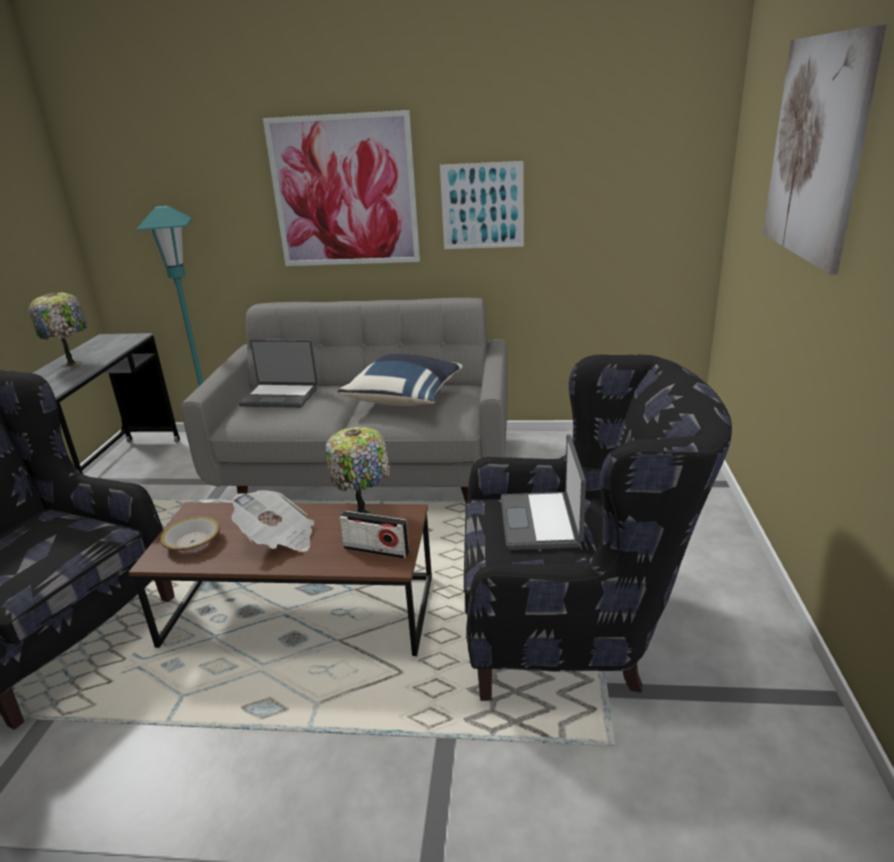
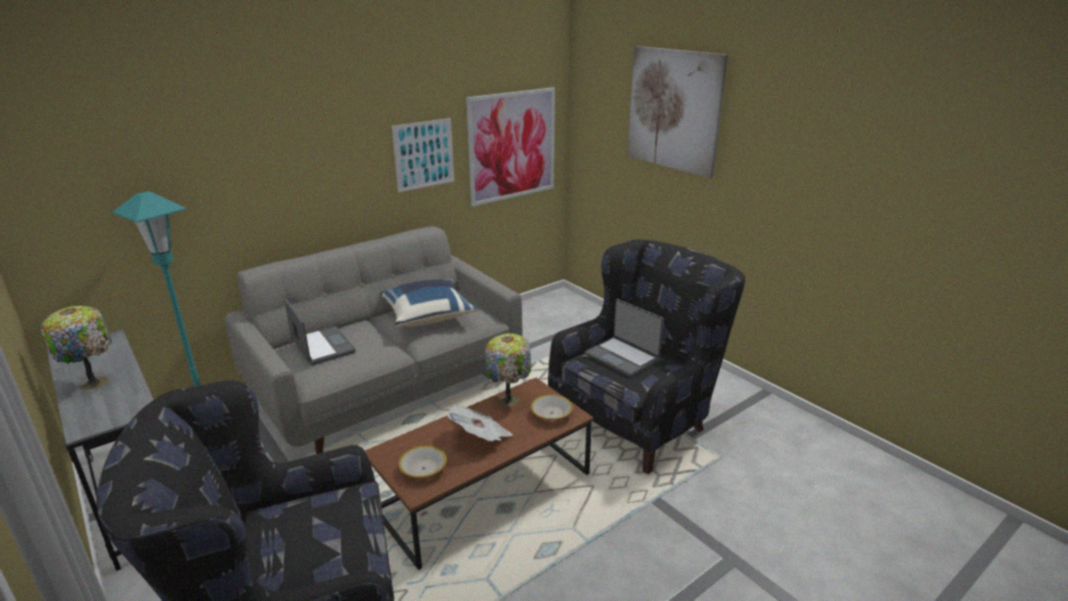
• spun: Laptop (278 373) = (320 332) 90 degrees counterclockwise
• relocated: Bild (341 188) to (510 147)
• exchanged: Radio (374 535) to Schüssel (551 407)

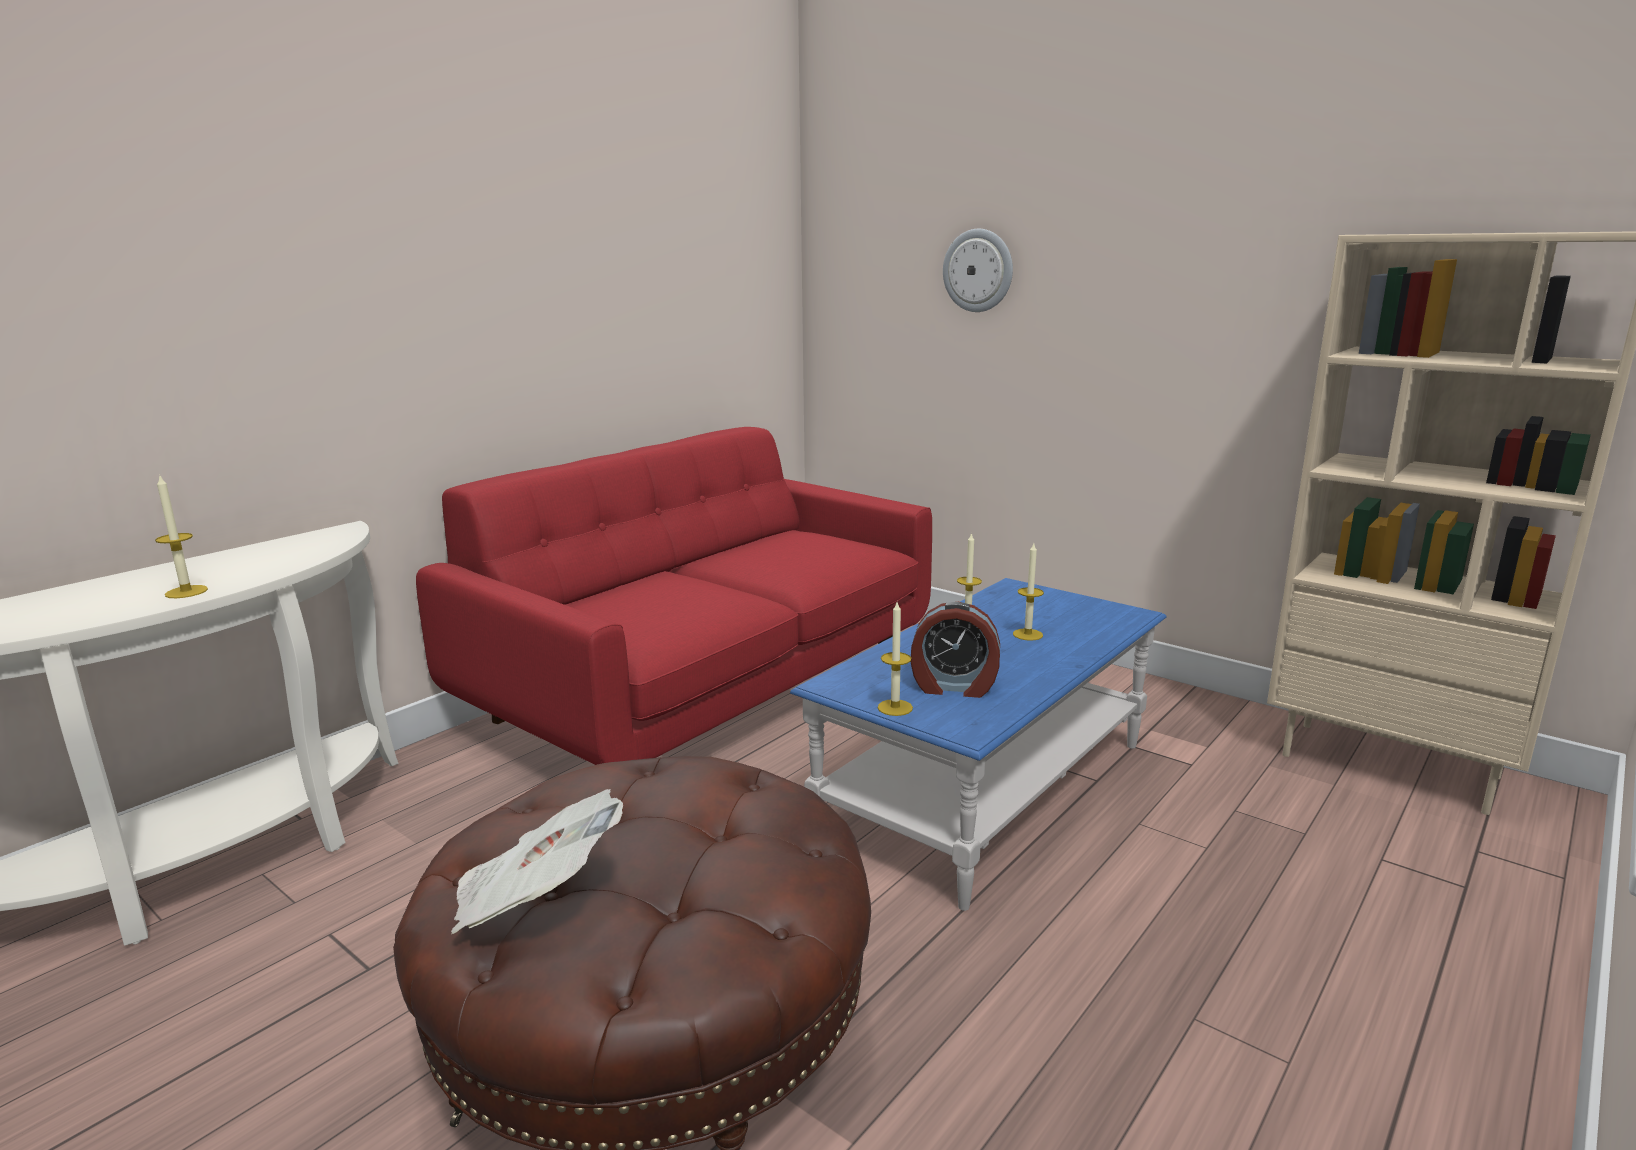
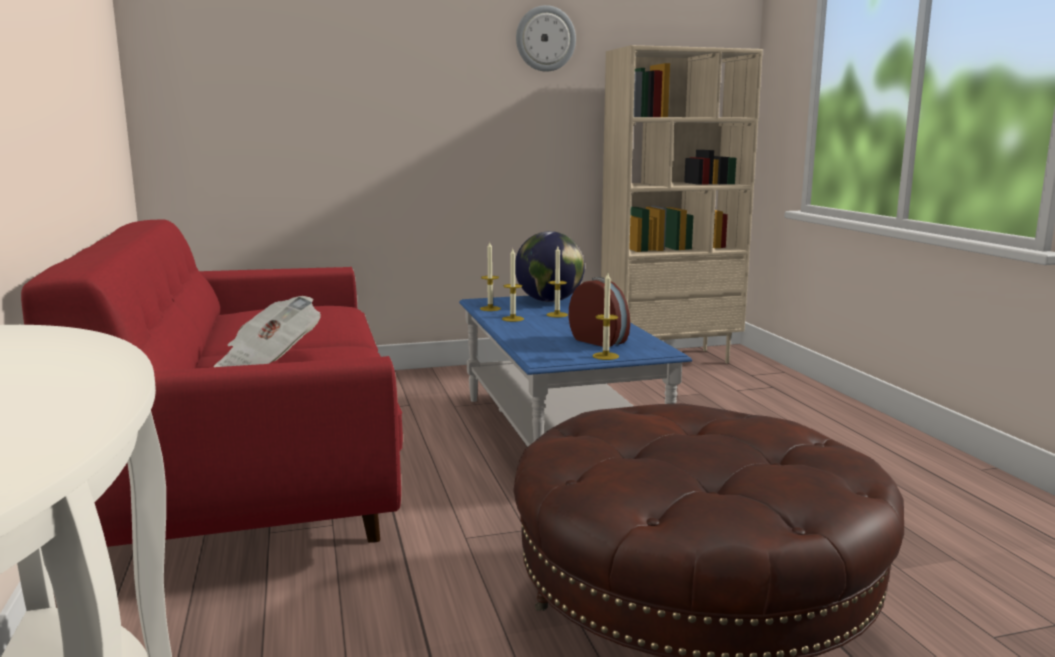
• relocated: Kerze (181 536) to (490 276)
• relocated: Zeitung (537 861) to (267 331)
• spun: Wecker (955 650) = (599 312) 90 degrees counterclockwise
• relocated: Wanduhr (978 270) to (546 38)
• appeared: Globus (550 266)

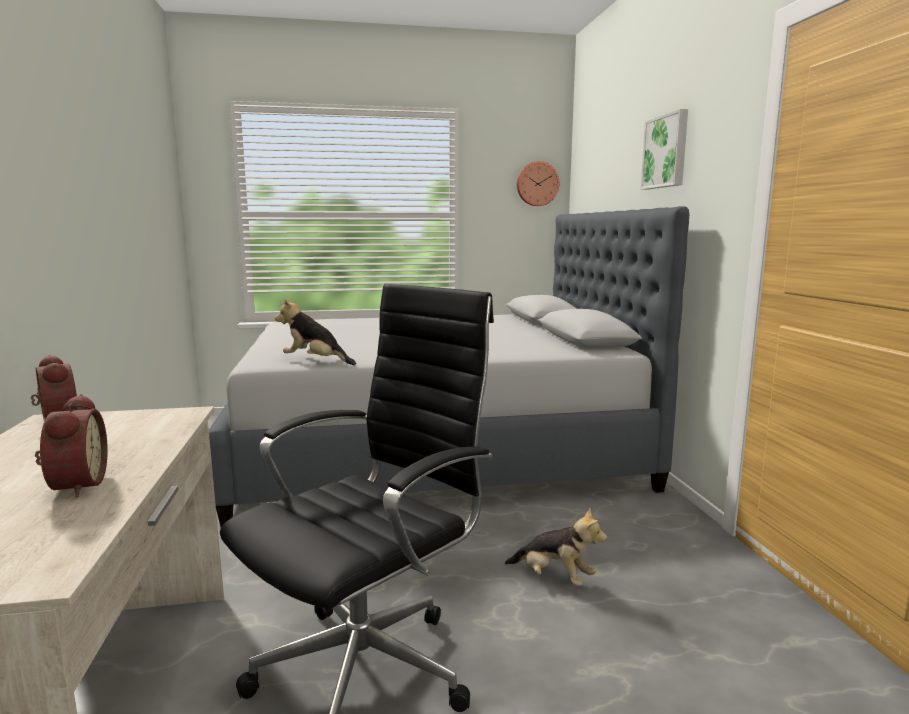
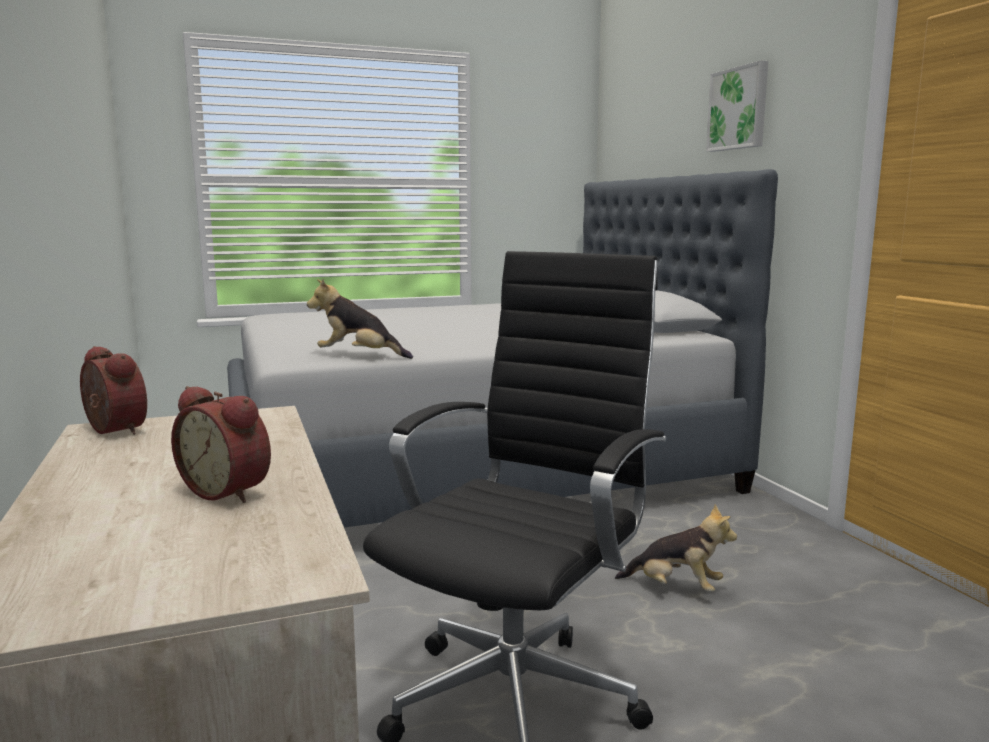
• spun: Wecker (71 445) = (221 444) 150 degrees clockwise
• missing: Wanduhr (538 183)

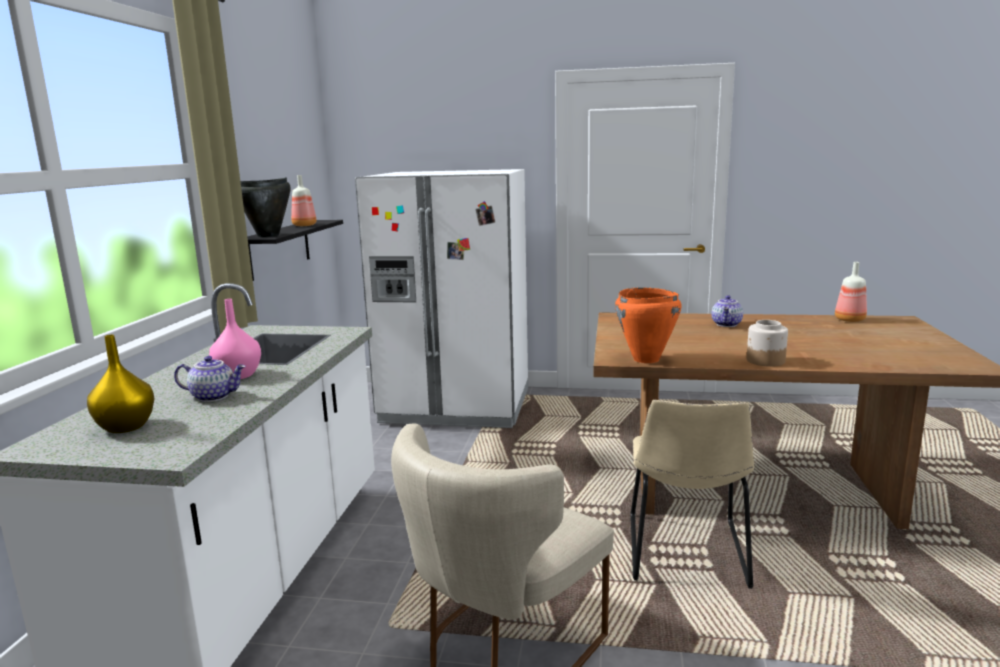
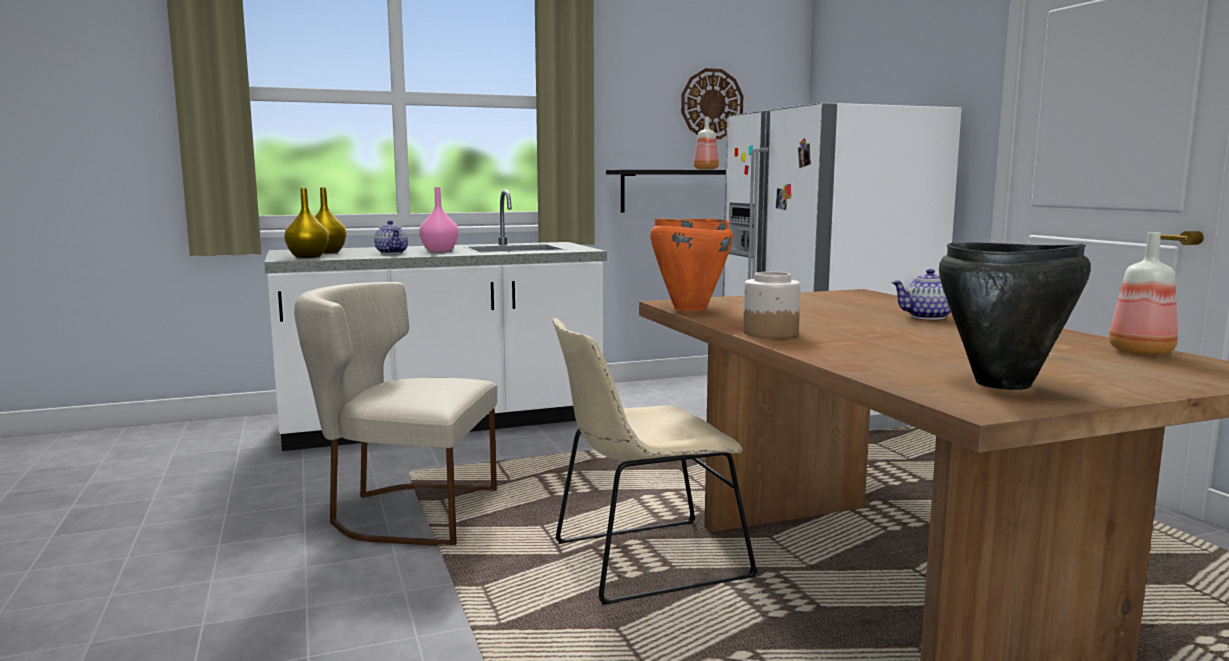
• relocated: Kochtopf [schwarz] (265 207) to (1015 316)
• appeared: Vase [gelb] (306 223)
• appeared: Wanduhr (712 103)

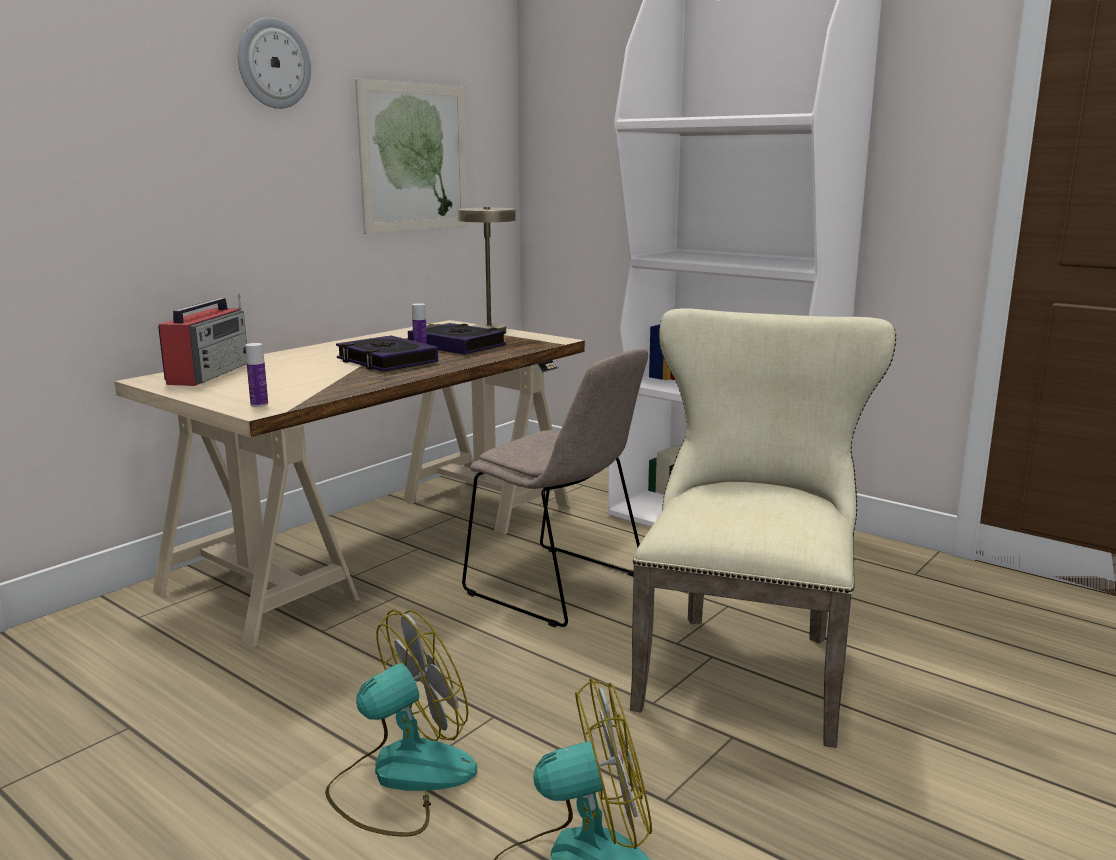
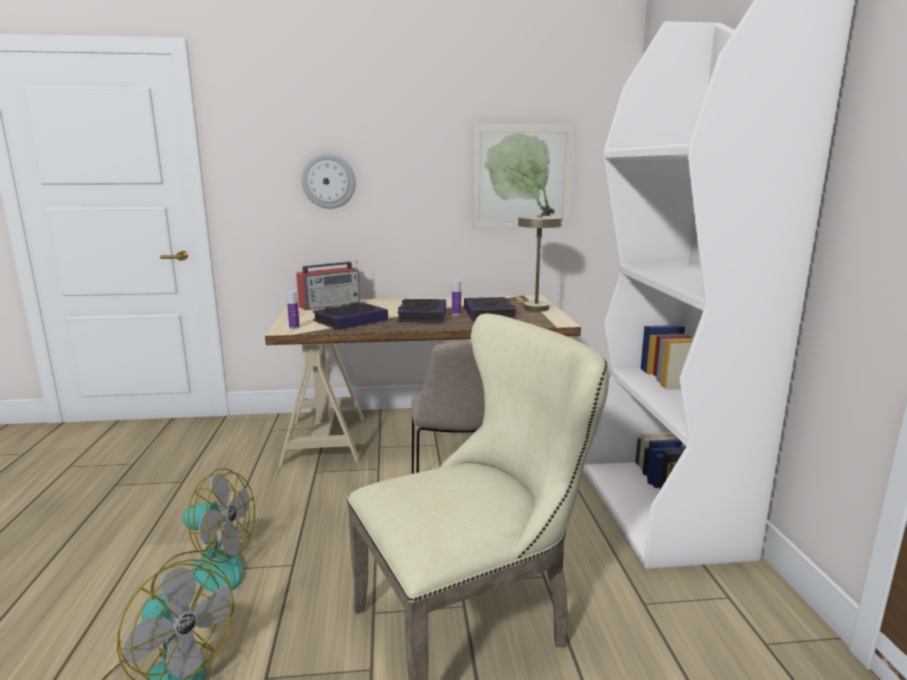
• relocated: Wanduhr (274 63) to (329 181)
• appeared: Buch (350 316)

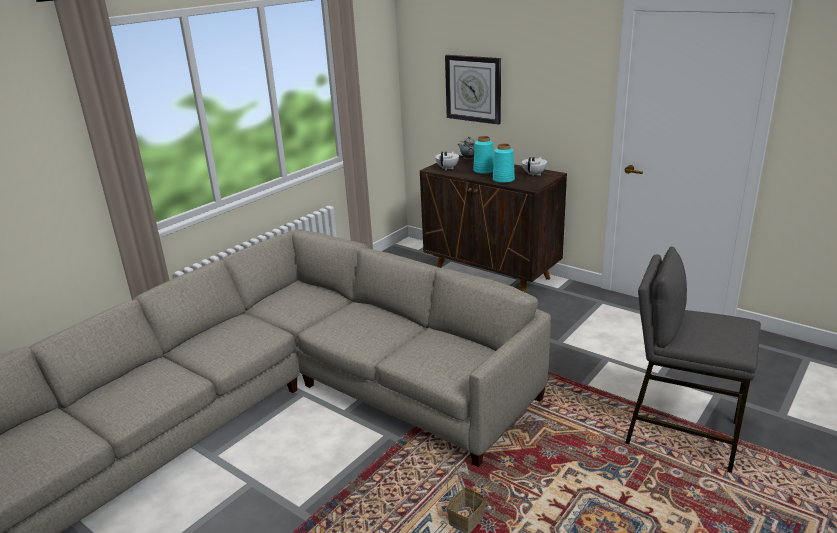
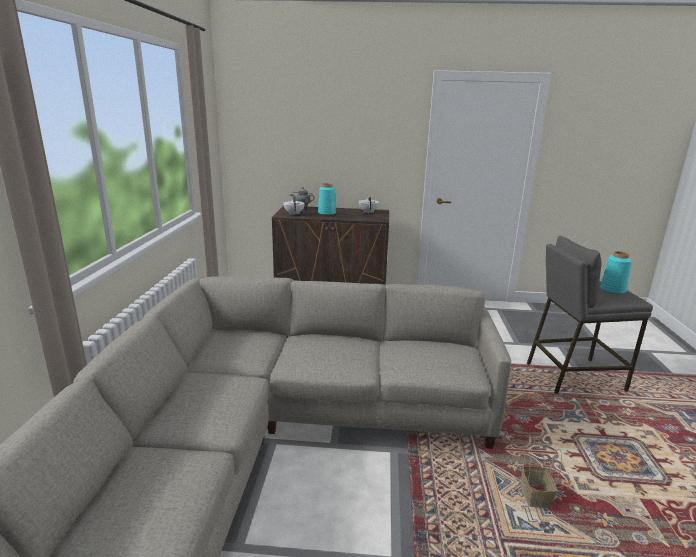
• missing: Wanduhr (473 90)
• relocated: Vase [türkis] (504 163) to (616 272)

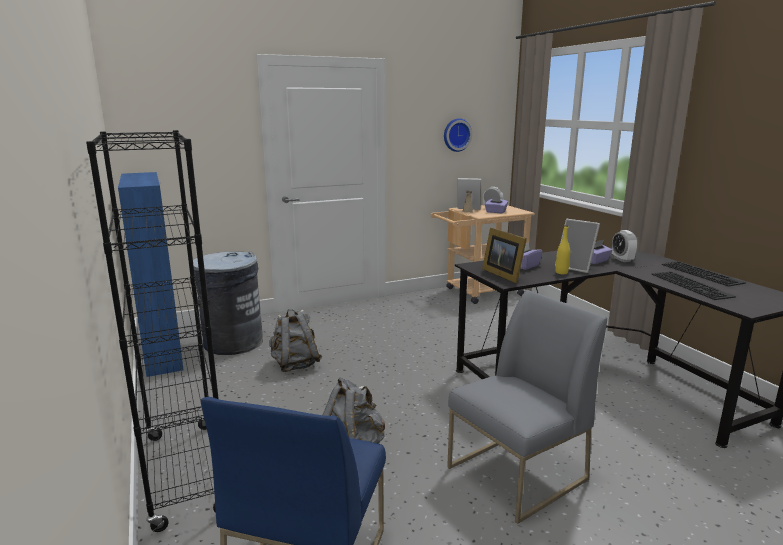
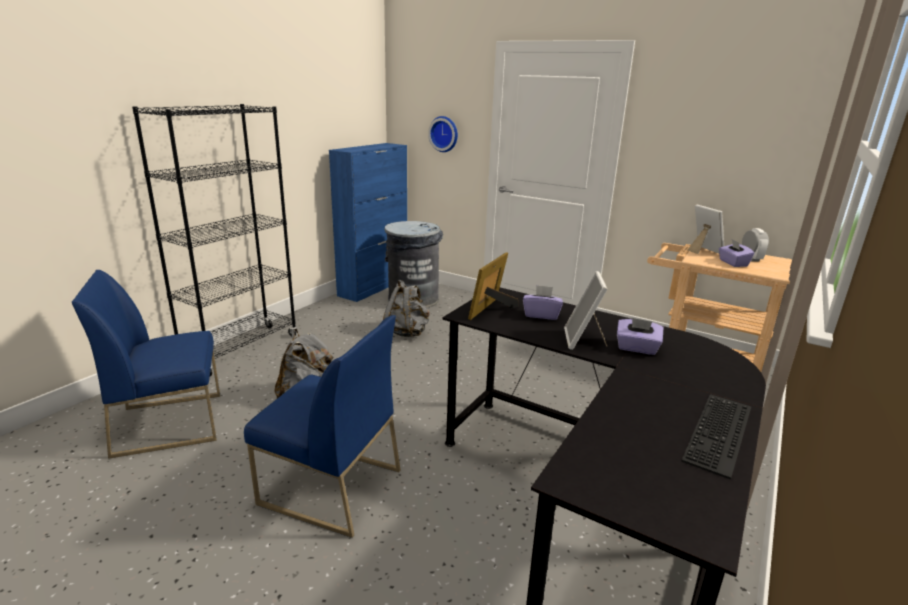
• relocated: Wanduhr (458 135) to (443 134)
• colour: Stuhl [grau] (527 407) to Stuhl [blau] (322 426)
• missing: Flasche [gelb] (563 249)
• missing: Wecker (625 246)
• missing: Tastatur (693 286)

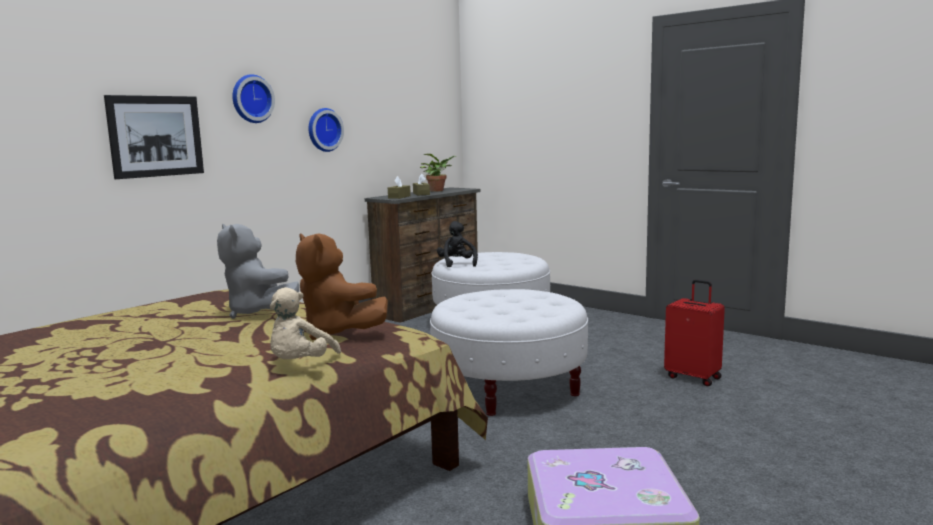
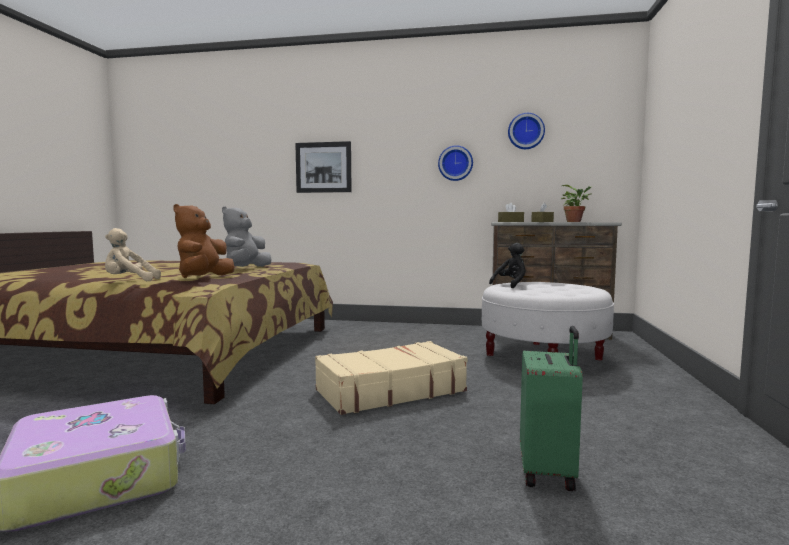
• relocated: Wanduhr (253 98) to (526 131)
• exchanged: Polsterhocker [weiß] (509 352) to Koffer [beige] (391 378)
• colour: Koffer [rot] (694 332) to Koffer [grün] (551 408)

